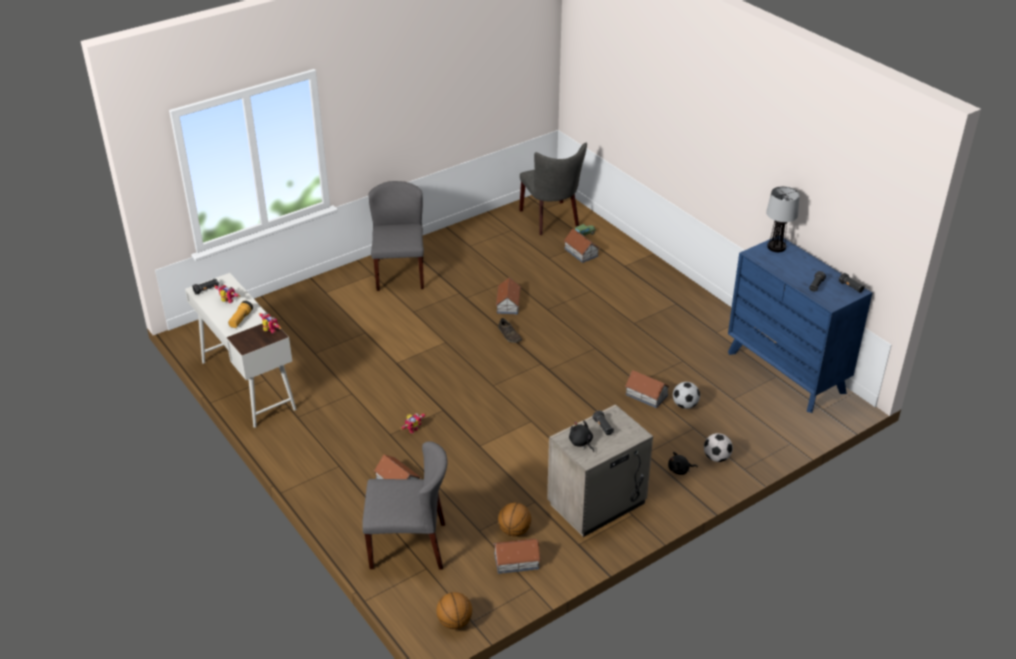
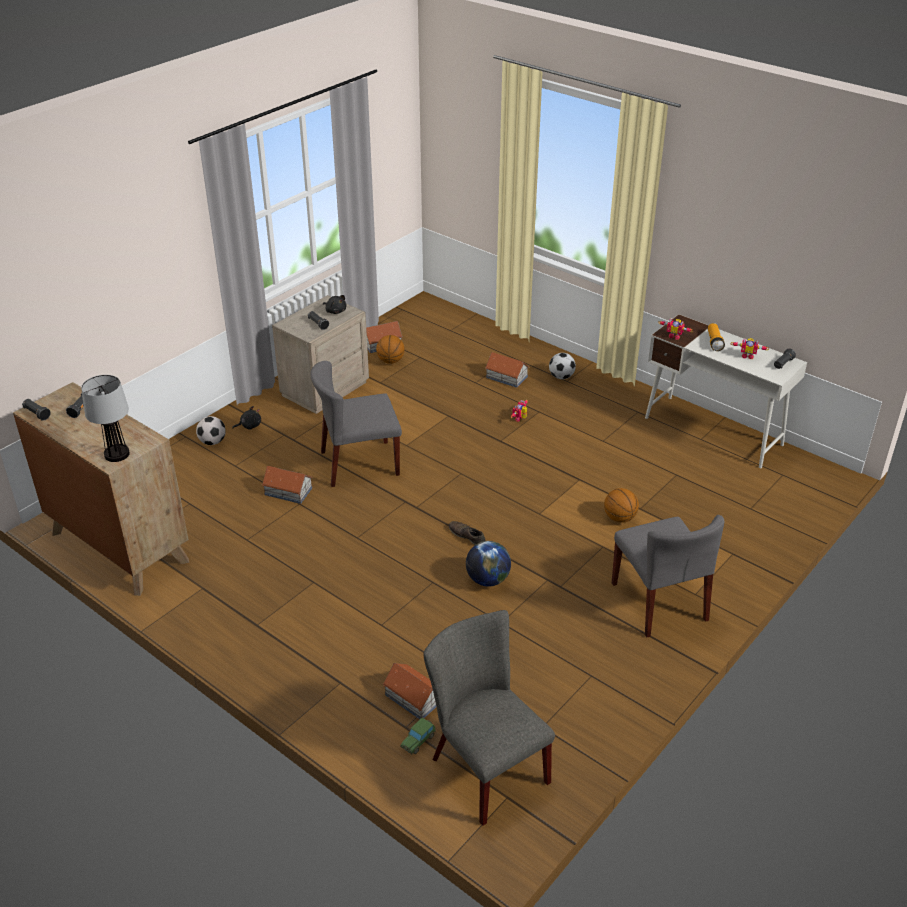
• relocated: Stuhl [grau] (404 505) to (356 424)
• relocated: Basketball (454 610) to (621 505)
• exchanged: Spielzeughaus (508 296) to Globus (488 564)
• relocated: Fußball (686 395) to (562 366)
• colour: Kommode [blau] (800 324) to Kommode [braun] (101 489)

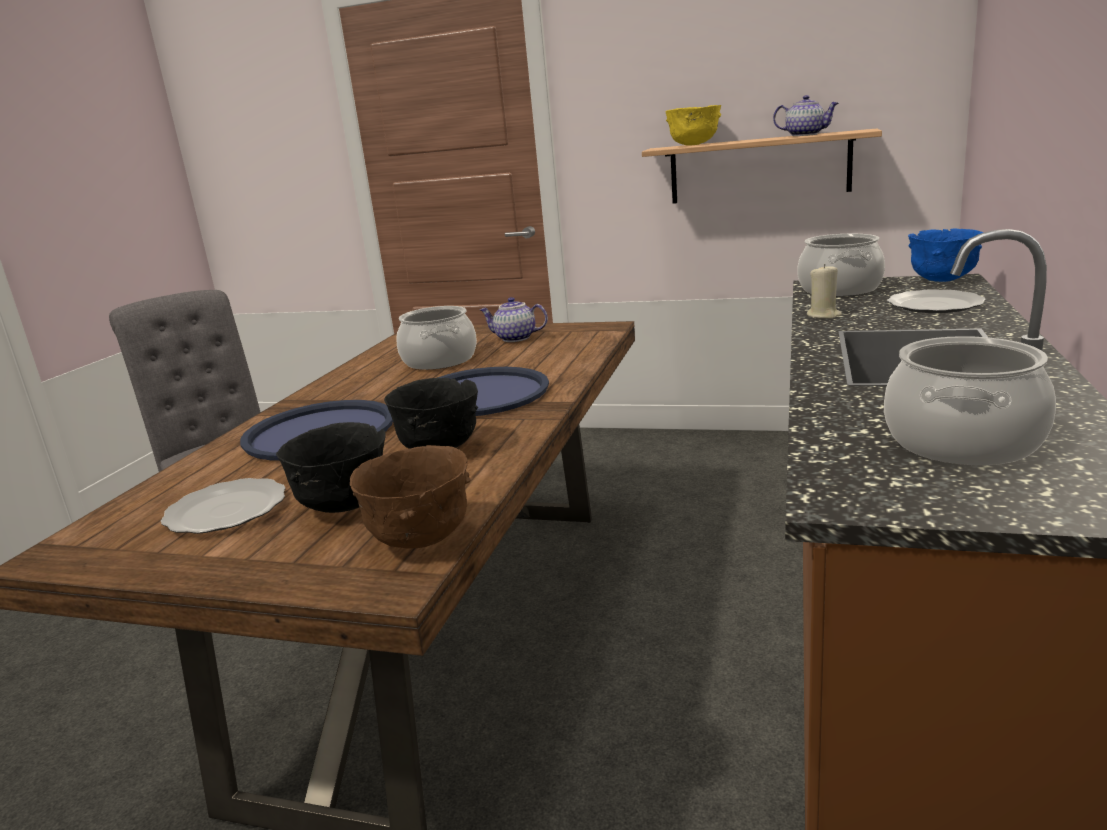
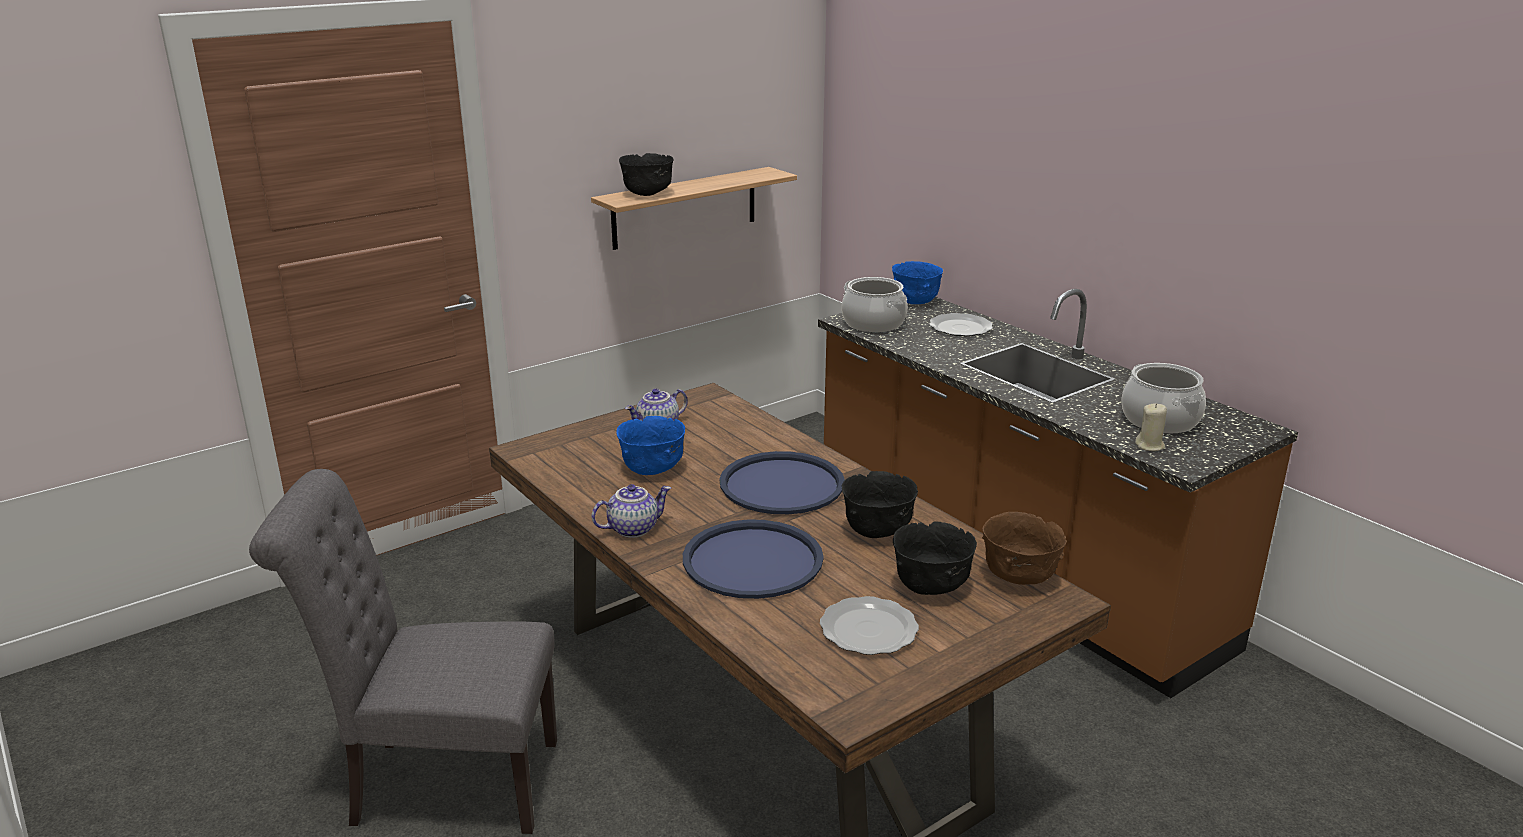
• exchanged: Kochtopf (436 338) to Schüssel [blau] (650 445)
• colour: Schüssel [gelb] (693 125) to Schüssel [schwarz] (646 174)
• relocated: Teekanne (806 115) to (631 511)
• relocated: Kerze [beige] (824 291) to (1151 427)

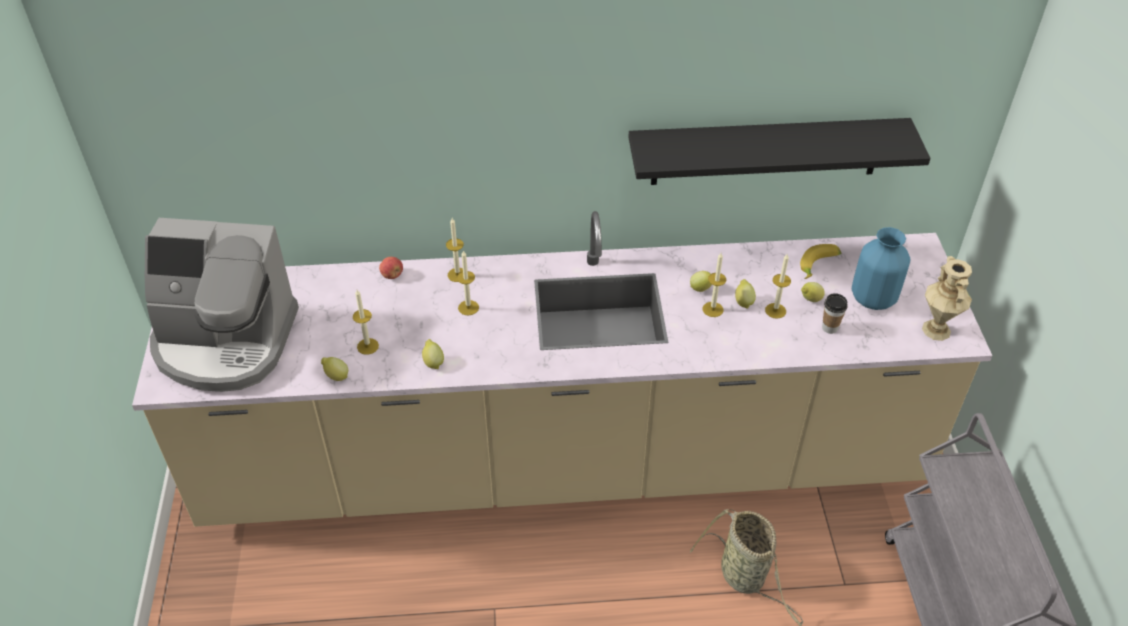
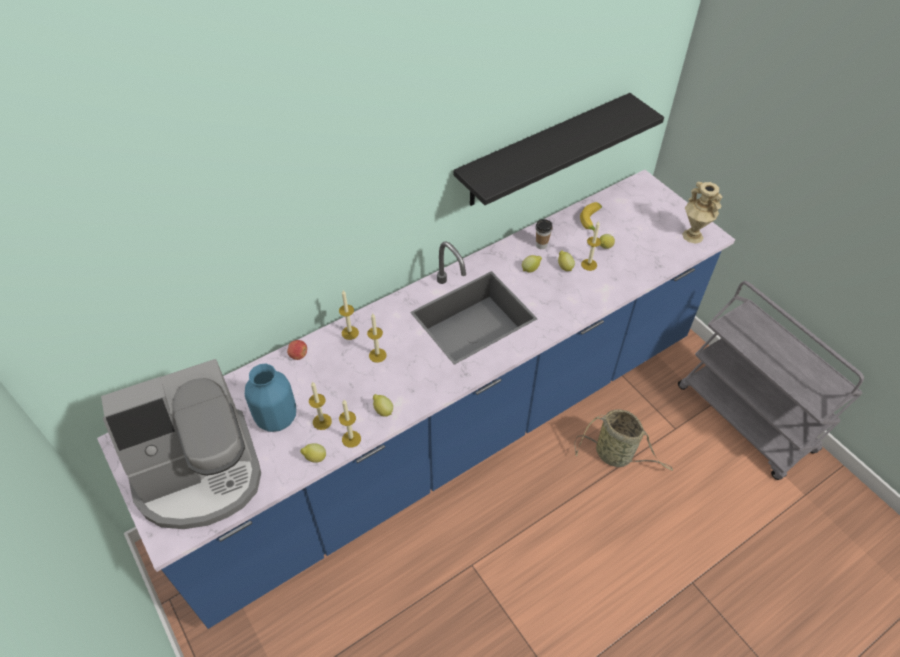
• colour: Küchenzeile [beige] (562 369) to Küchenzeile [blau] (416 399)
• relocated: Kerze (714 285) to (350 424)
• relocated: Tasse (835 313) to (544 234)
• relocated: Vase [blau] (881 268) to (270 398)

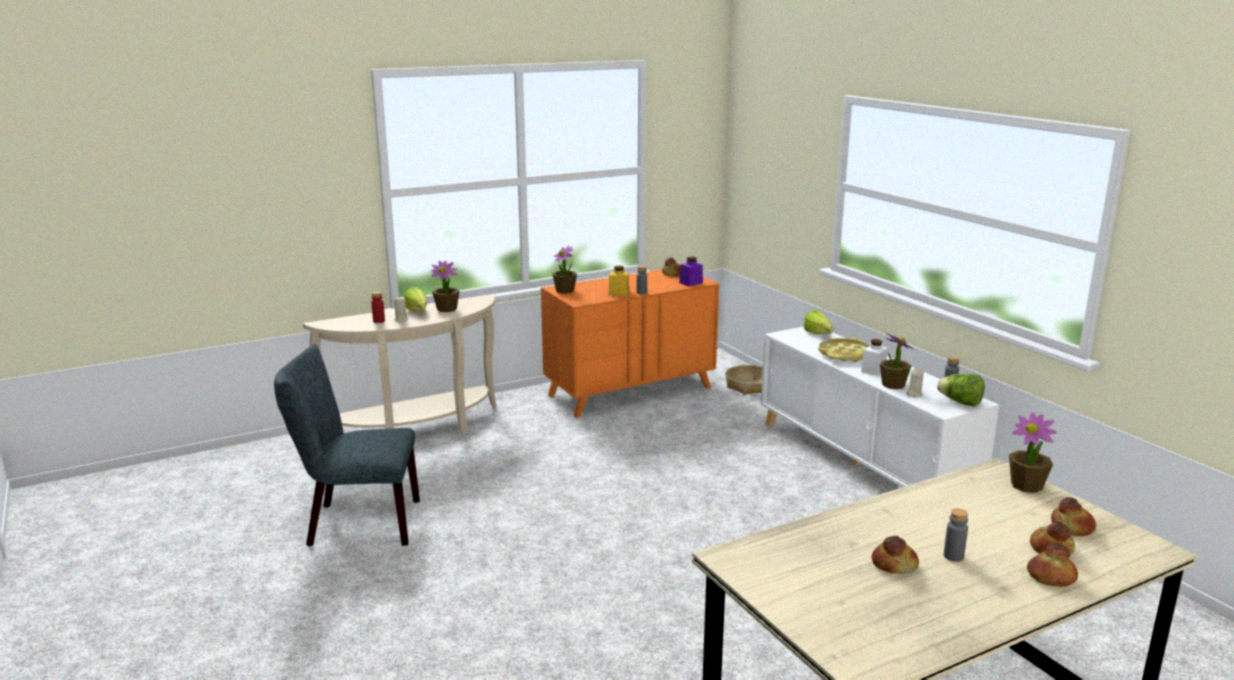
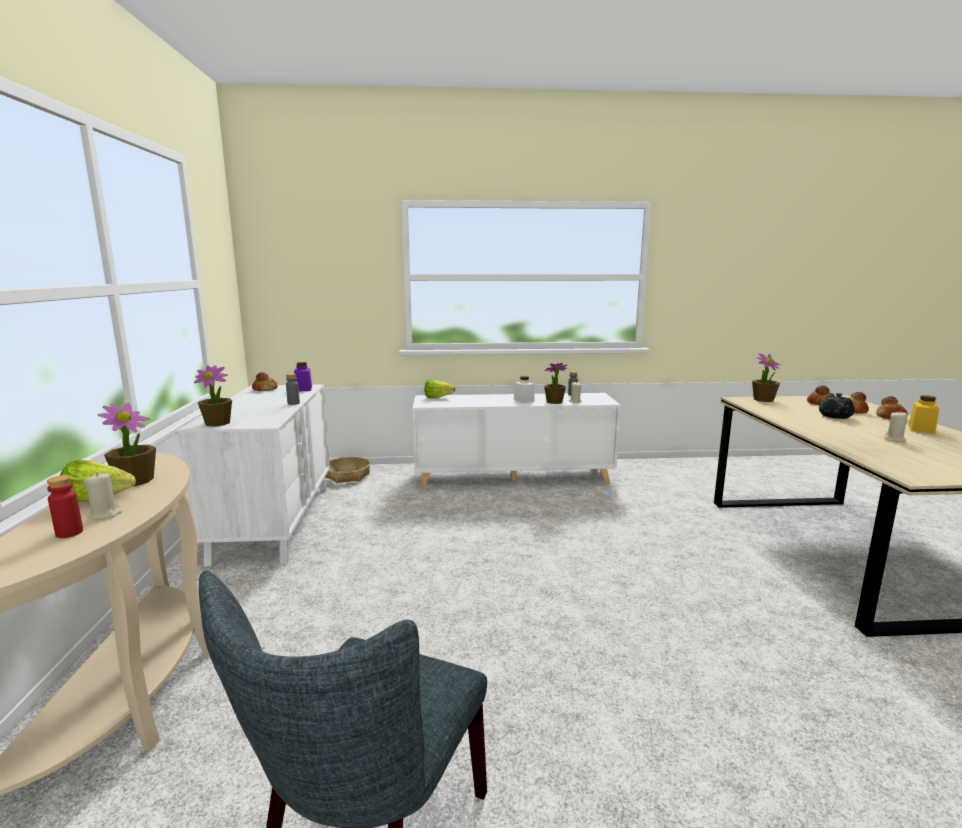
• colour: Kommode [orange] (630 344) to Kommode [weiß] (253 475)
• relocated: Vorratsglas [gelb] (618 281) to (923 414)
• missing: Tablett [gelb] (844 350)
• exchanged: Brot (895 555) to Kerze [beige] (896 427)
• missing: Salatkopf (961 390)
• missing: Flasche [grau] (956 535)
• appeared: Teekanne [schwarz] (836 406)

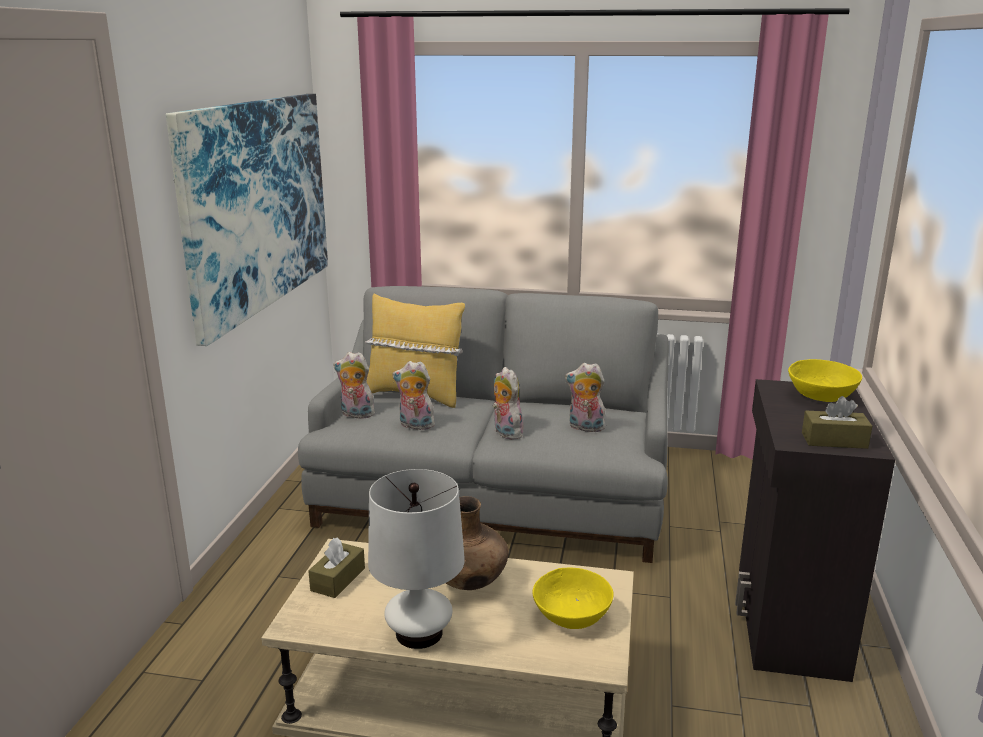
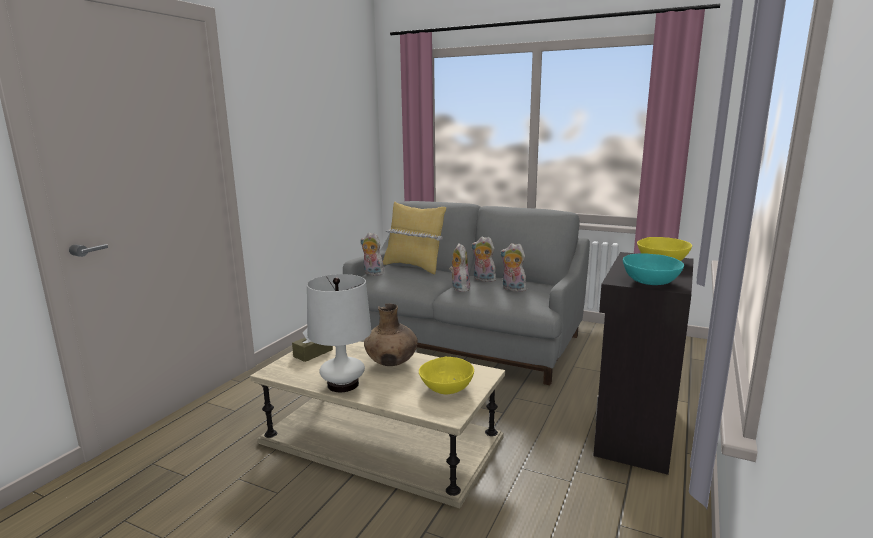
• missing: Bild (247 220)
• relocated: Plüschtier (413 395) to (483 259)
• exchanged: Taschentuchbox [braun] (837 422) to Schüssel [türkis] (653 269)

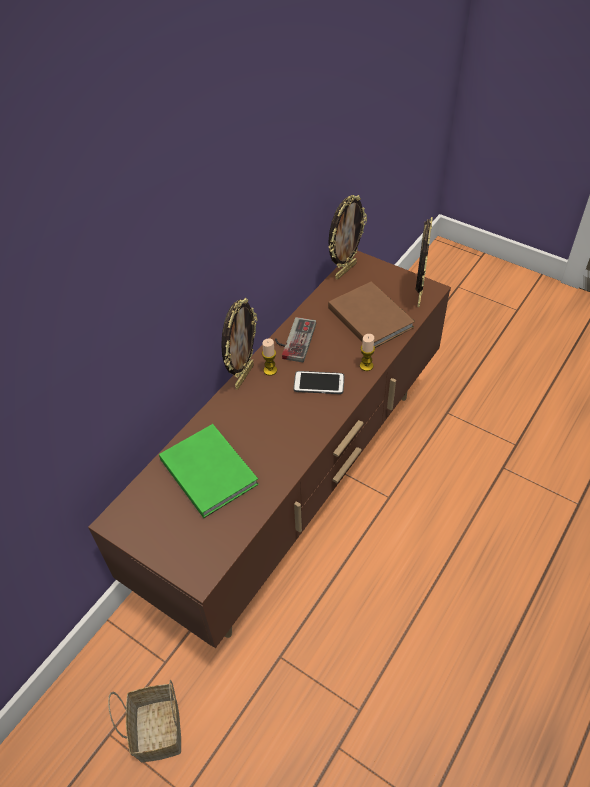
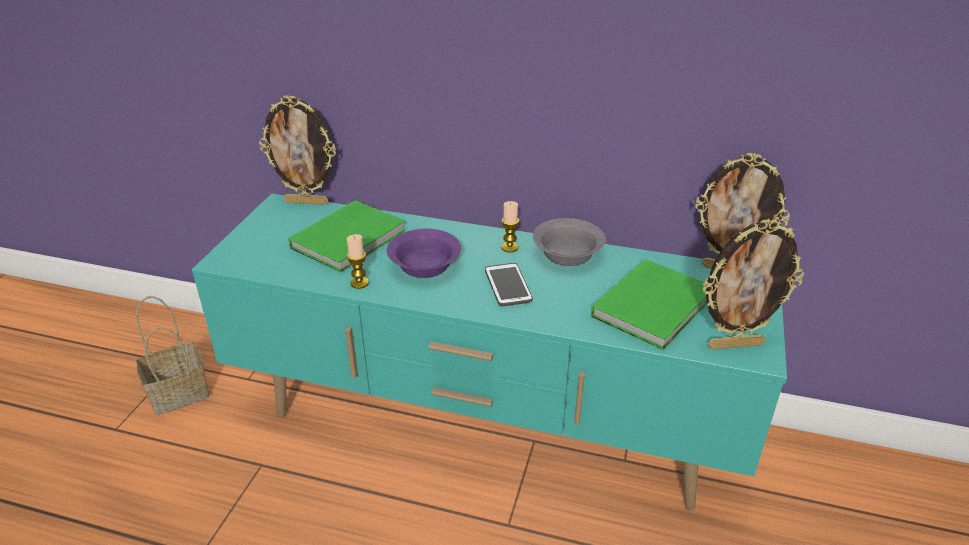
• colour: Fernsehschrank [braun] (269 449) to Fernsehschrank [türkis] (489 351)
• relocated: Bilderrahmen (239 343) to (297 150)
• exchanged: Gamepad (295 339) to Schüssel [grau] (569 242)
• colour: Buch [braun] (371 314) to Buch [grün] (649 304)
• relocated: Kerze (367 352) to (358 261)
• appeared: Schüssel [lila] (424 253)

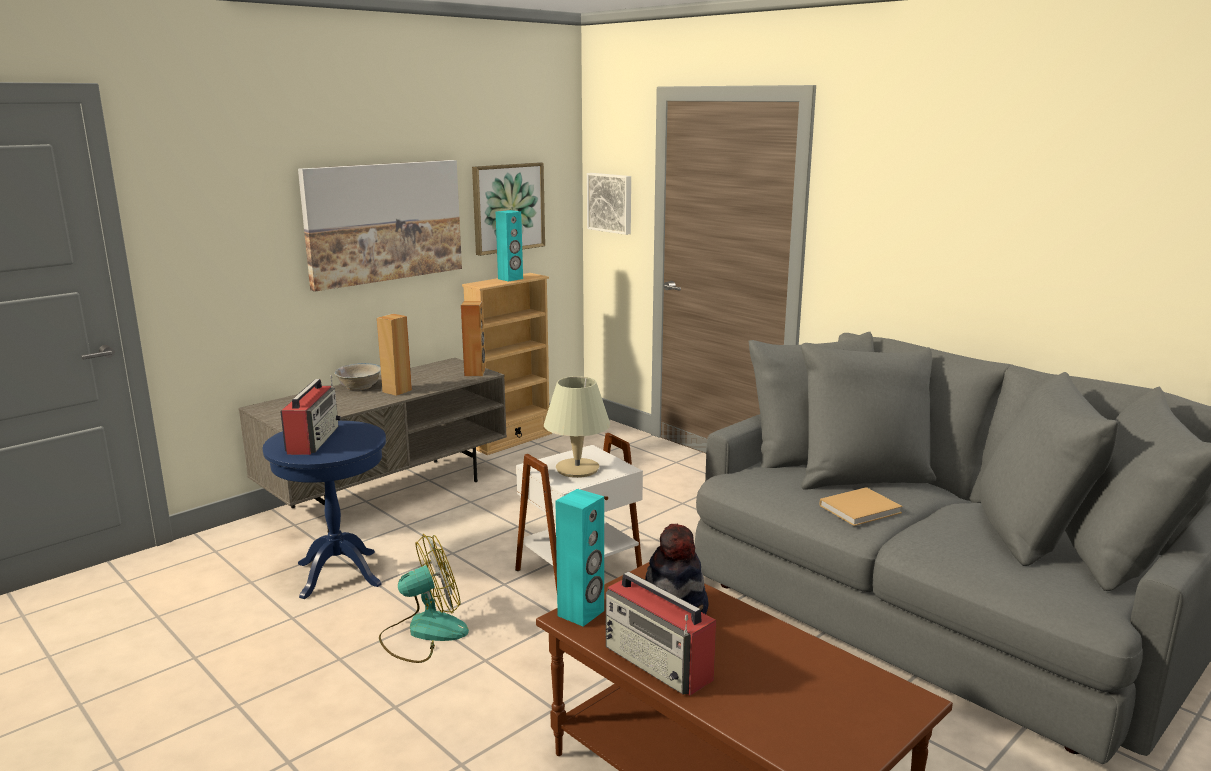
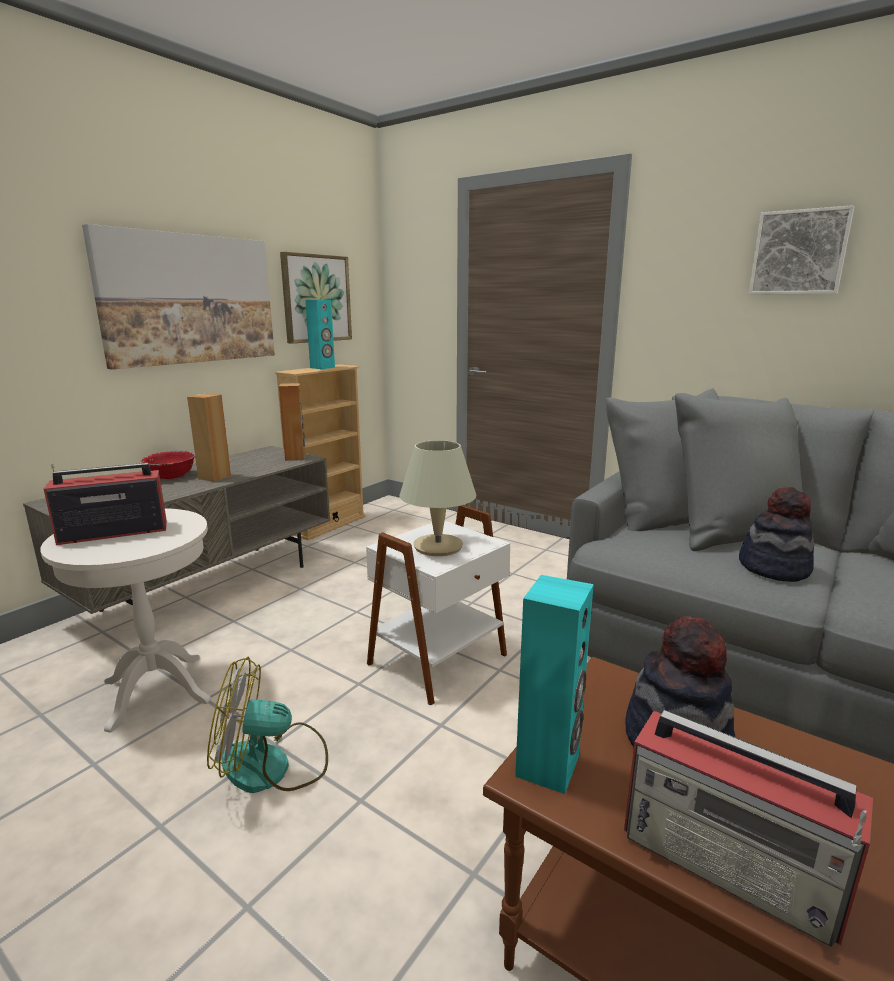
• colour: Beistelltisch [blau] (324 510) to Beistelltisch [weiß] (125 621)
• spun: Radio (310 415) = (105 504) 105 degrees counterclockwise
• colour: Schüssel [weiß] (357 377) to Schüssel [rot] (168 464)
• spun: Ventilator (424 598) = (267 725) 150 degrees counterclockwise
• relocated: Bild (609 204) to (801 250)
• exchanged: Buch [beige] (861 506) to Hut (776 534)

